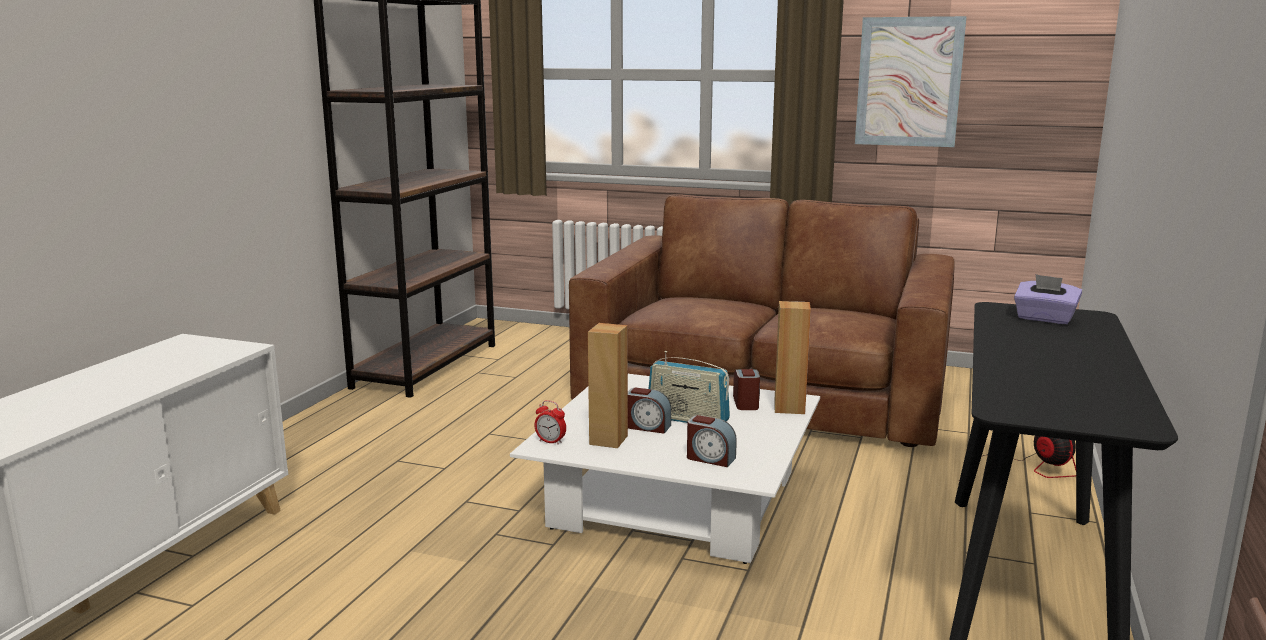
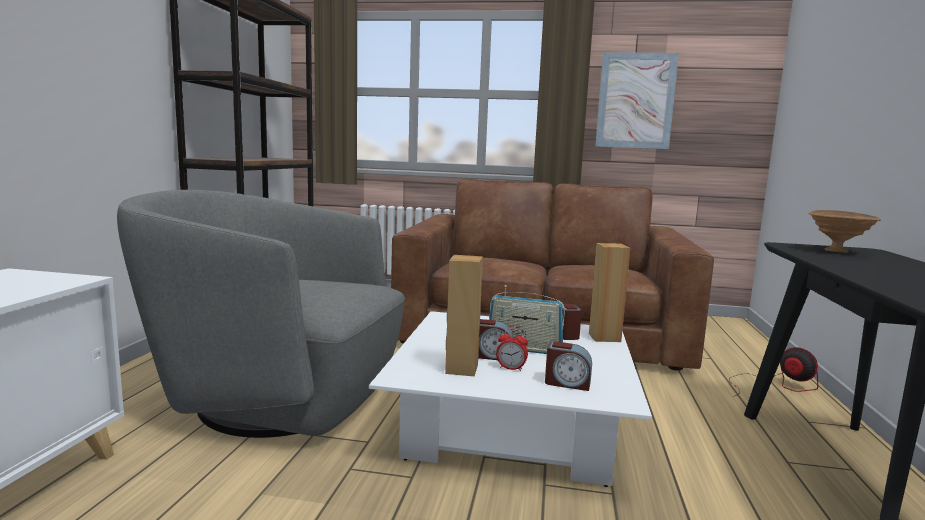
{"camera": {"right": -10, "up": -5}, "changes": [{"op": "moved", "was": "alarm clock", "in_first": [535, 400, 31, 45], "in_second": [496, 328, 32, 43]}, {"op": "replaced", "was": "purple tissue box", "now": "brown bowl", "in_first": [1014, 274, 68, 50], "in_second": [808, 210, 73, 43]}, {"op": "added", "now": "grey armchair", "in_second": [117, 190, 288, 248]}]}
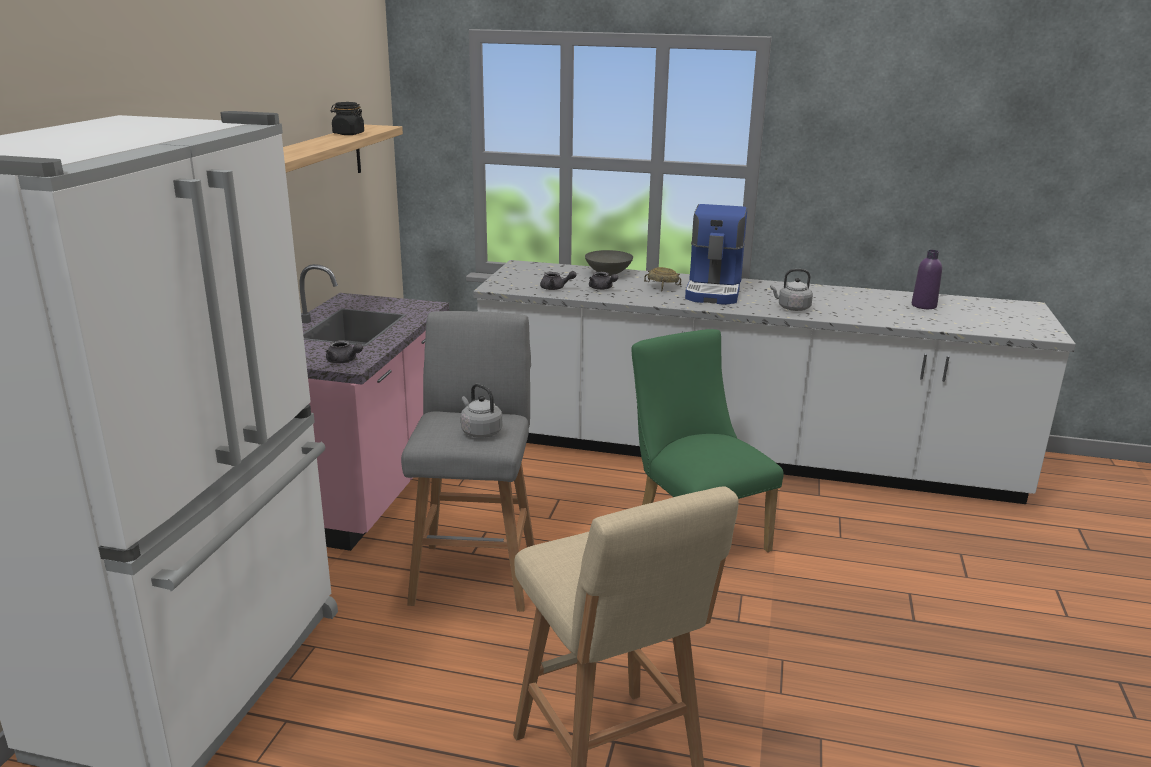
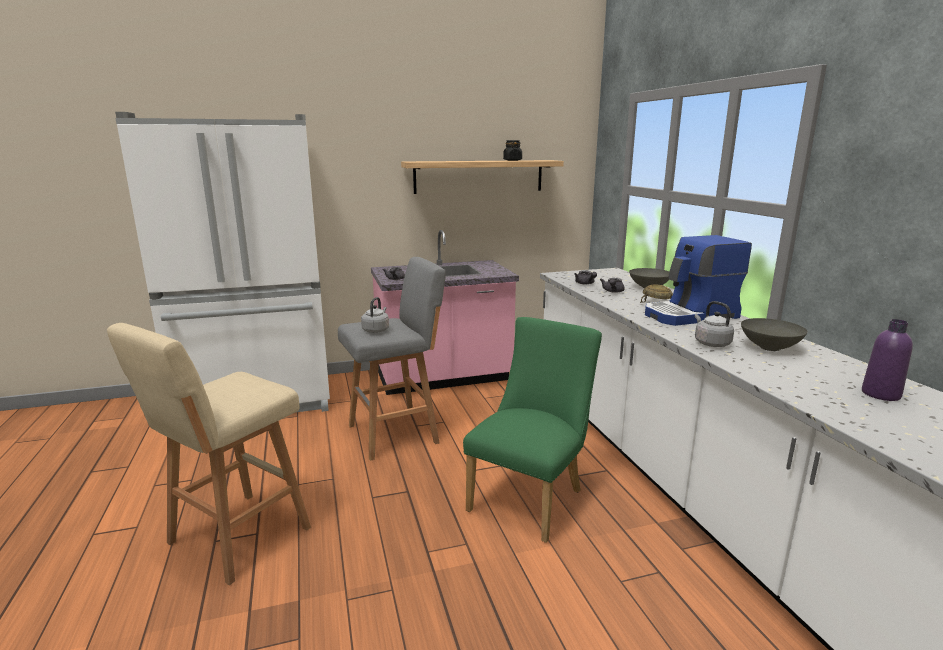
{"camera": {"right": 60, "up": -5}, "changes": [{"op": "added", "now": "grey bowl", "in_second": [741, 318, 67, 33]}]}
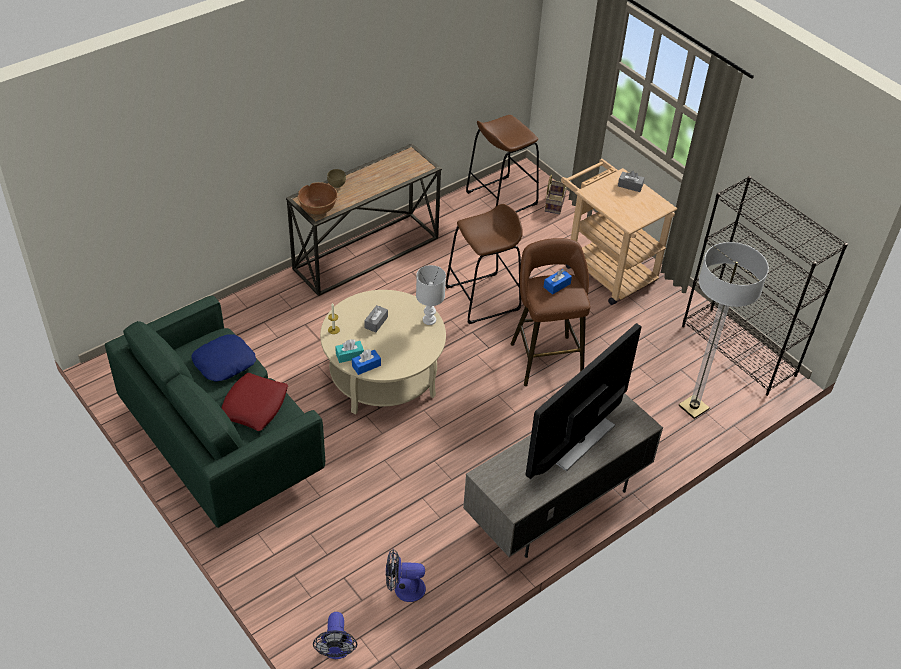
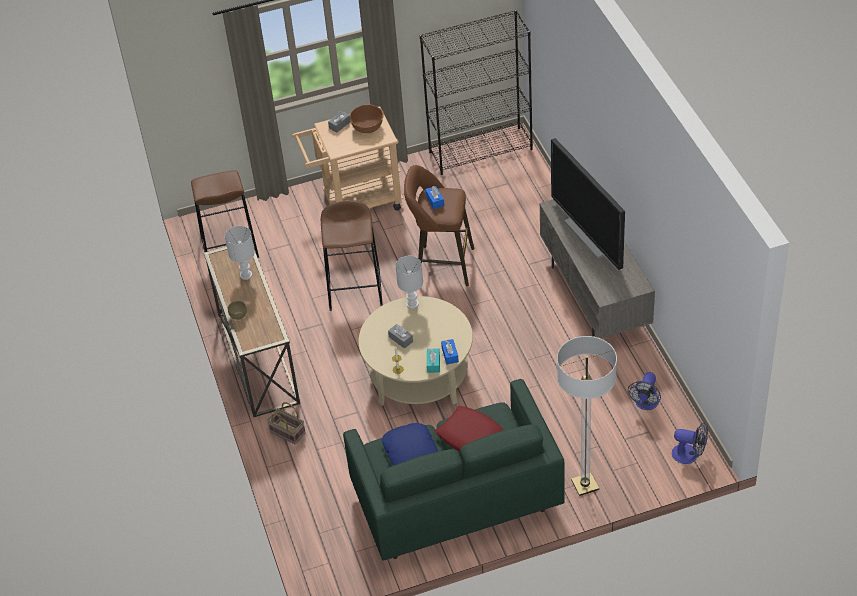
{"camera": {"right": -65, "up": 0}, "changes": [{"op": "moved", "was": "brown bowl", "in_first": [298, 182, 40, 33], "in_second": [350, 105, 34, 28]}, {"op": "moved", "was": "basket", "in_first": [545, 175, 22, 40], "in_second": [267, 402, 38, 43]}, {"op": "moved", "was": "floor lamp", "in_first": [678, 242, 91, 177], "in_second": [557, 336, 60, 160]}, {"op": "added", "now": "white table lamp", "in_second": [225, 226, 30, 54]}]}
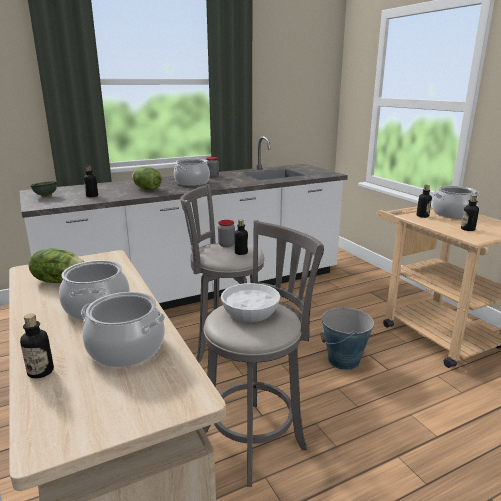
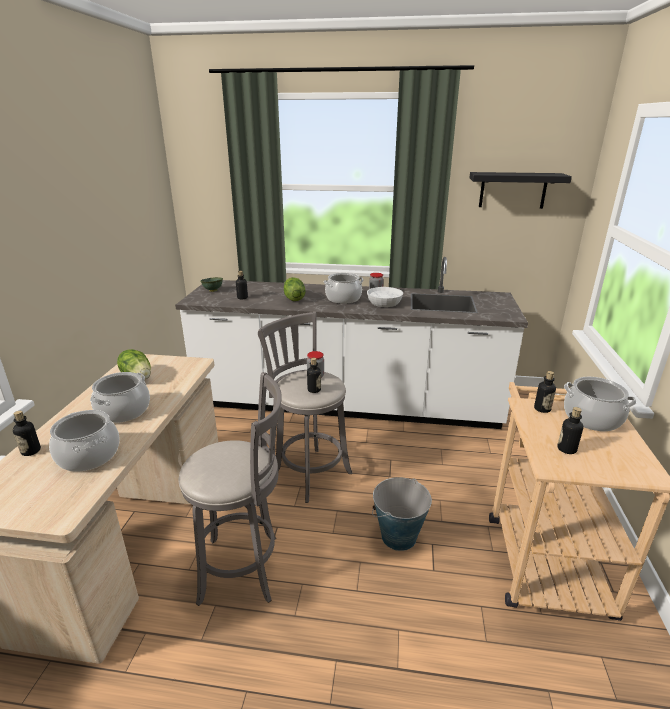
{"camera": {"right": 35, "up": 5}, "changes": [{"op": "moved", "was": "white bowl", "in_first": [221, 283, 59, 39], "in_second": [367, 287, 36, 20]}, {"op": "added", "now": "black shelf", "in_second": [469, 172, 103, 37]}]}
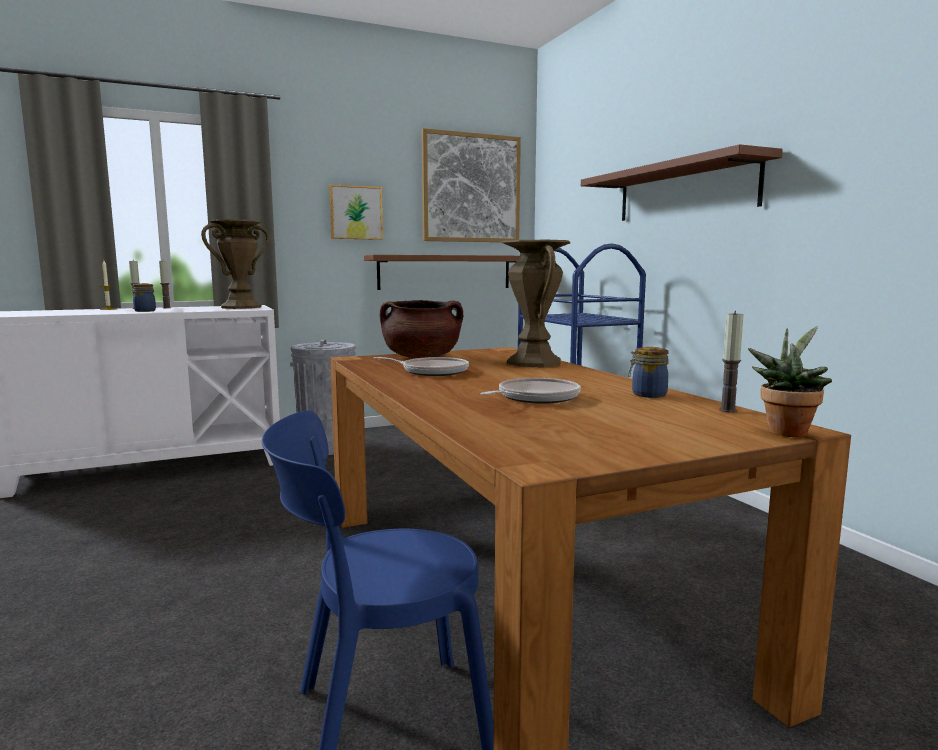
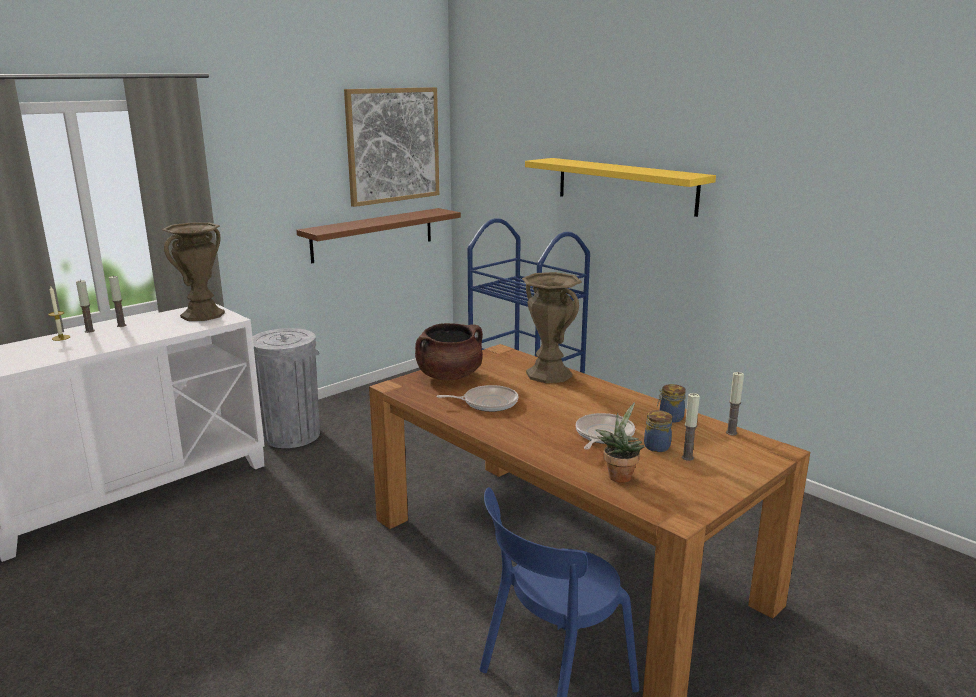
{"camera": {"right": -20, "up": 10}, "changes": [{"op": "moved", "was": "jar", "in_first": [132, 283, 24, 29], "in_second": [644, 410, 28, 42]}, {"op": "removed", "was": "picture", "in_first": [329, 184, 54, 56]}, {"op": "recoloured", "was": "brown shelf", "now": "yellow shelf", "in_first": [581, 144, 202, 77], "in_second": [525, 158, 191, 59]}, {"op": "moved", "was": "potted plant", "in_first": [748, 326, 84, 111], "in_second": [596, 402, 48, 81]}, {"op": "added", "now": "candle", "in_second": [682, 393, 18, 68]}]}
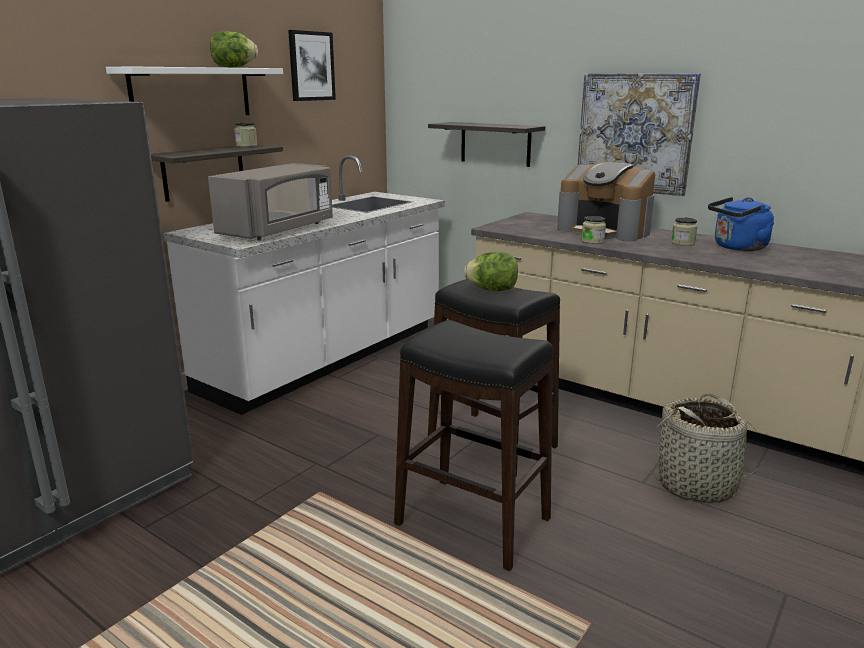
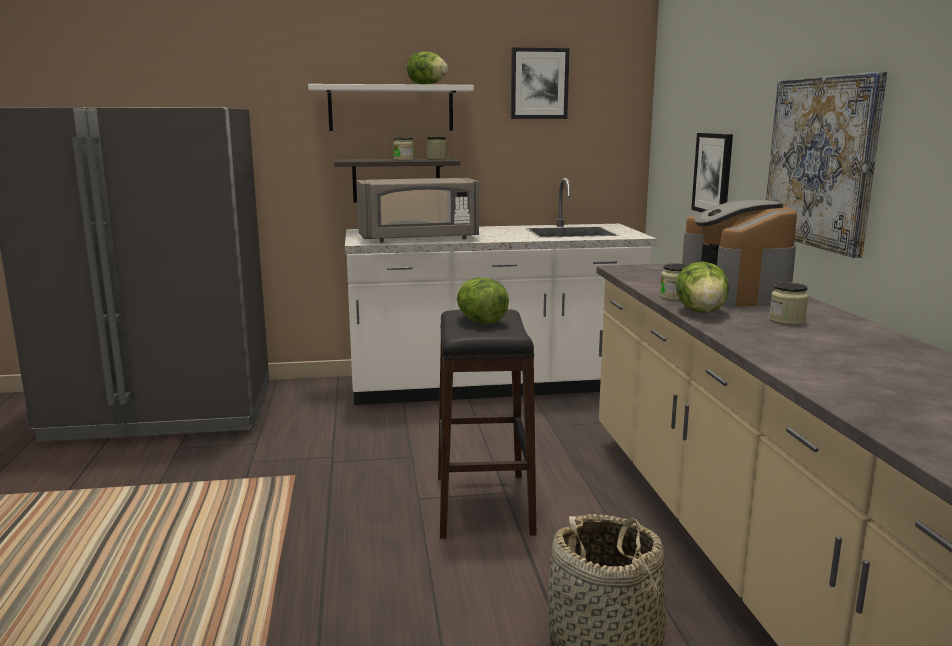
{"camera": {"right": 45, "up": -5}, "changes": [{"op": "removed", "was": "black stool", "in_first": [394, 320, 159, 251]}, {"op": "replaced", "was": "shelf", "now": "picture", "in_first": [428, 122, 117, 45], "in_second": [691, 133, 42, 80]}, {"op": "removed", "was": "blue kettle", "in_first": [708, 197, 66, 54]}, {"op": "added", "now": "jar", "in_second": [393, 137, 21, 24]}, {"op": "added", "now": "lettuce", "in_second": [676, 262, 53, 51]}]}
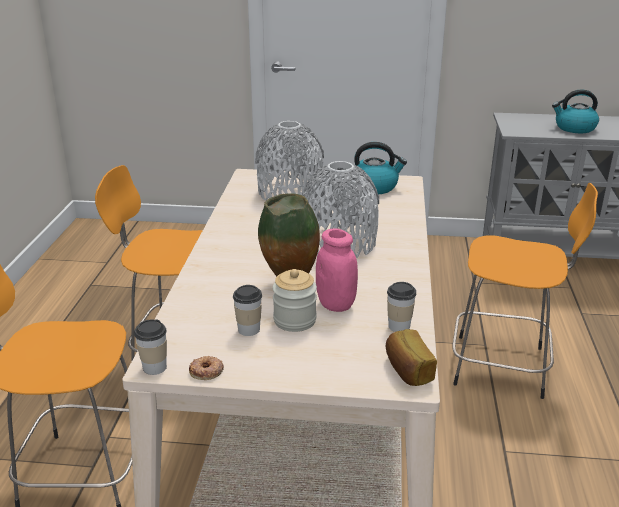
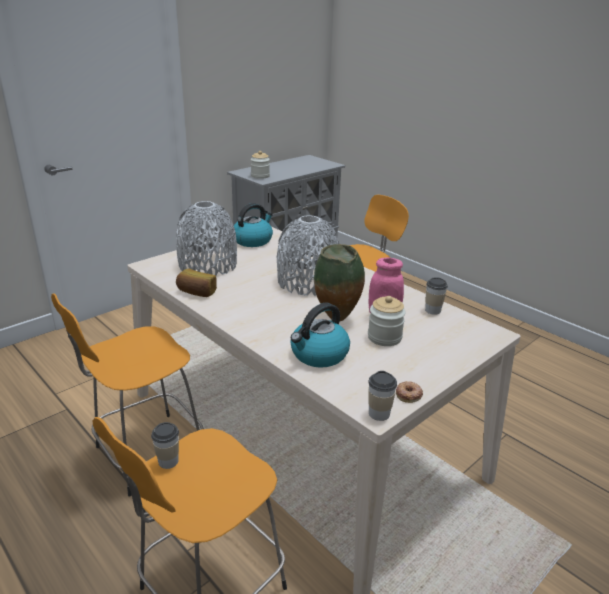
{"camera": {"right": -50, "up": 0}, "changes": [{"op": "moved", "was": "cup", "in_first": [233, 285, 29, 51], "in_second": [151, 422, 28, 47]}, {"op": "moved", "was": "bread", "in_first": [386, 329, 51, 57], "in_second": [176, 269, 41, 28]}, {"op": "moved", "was": "kettle", "in_first": [552, 90, 47, 43], "in_second": [290, 302, 60, 65]}, {"op": "added", "now": "jar", "in_second": [251, 151, 19, 28]}]}
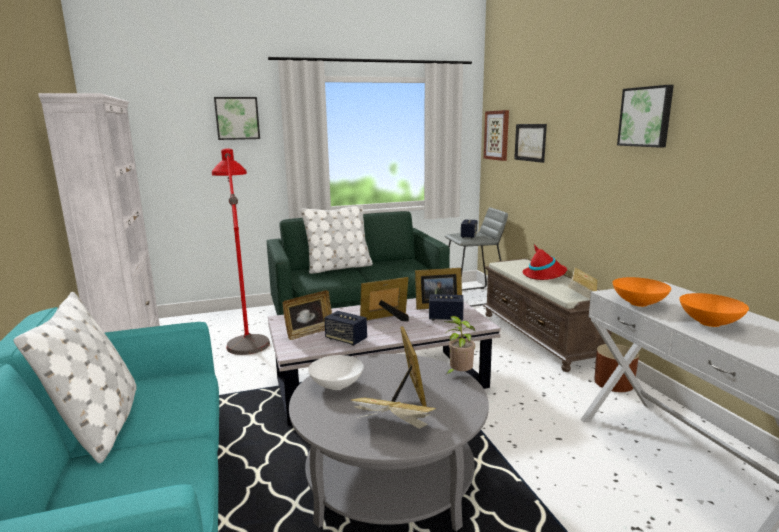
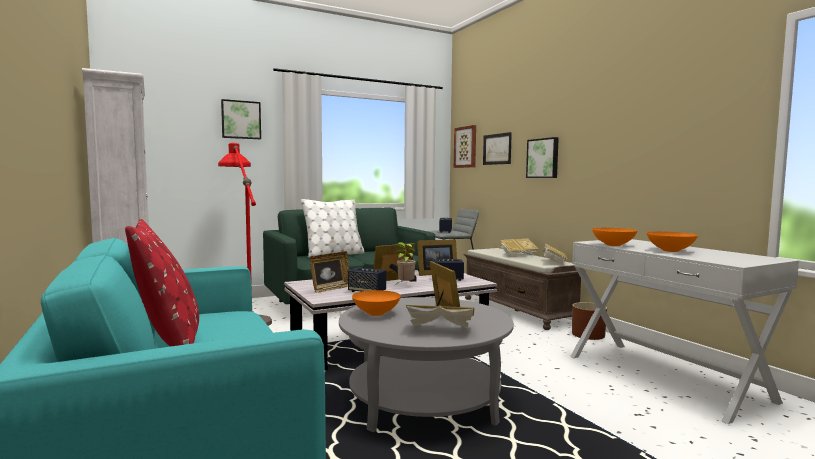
{"camera": {"right": -10, "up": -10}, "changes": [{"op": "recoloured", "was": "white pillow", "now": "red pillow", "in_first": [13, 292, 124, 171], "in_second": [125, 219, 74, 128]}, {"op": "recoloured", "was": "white bowl", "now": "orange bowl", "in_first": [308, 355, 56, 35], "in_second": [352, 290, 49, 26]}, {"op": "moved", "was": "potted plant", "in_first": [444, 316, 31, 60], "in_second": [393, 242, 23, 42]}, {"op": "replaced", "was": "red hat", "now": "book", "in_first": [522, 243, 45, 37], "in_second": [500, 239, 39, 18]}, {"op": "moved", "was": "picture", "in_first": [617, 85, 57, 63], "in_second": [526, 137, 33, 41]}]}
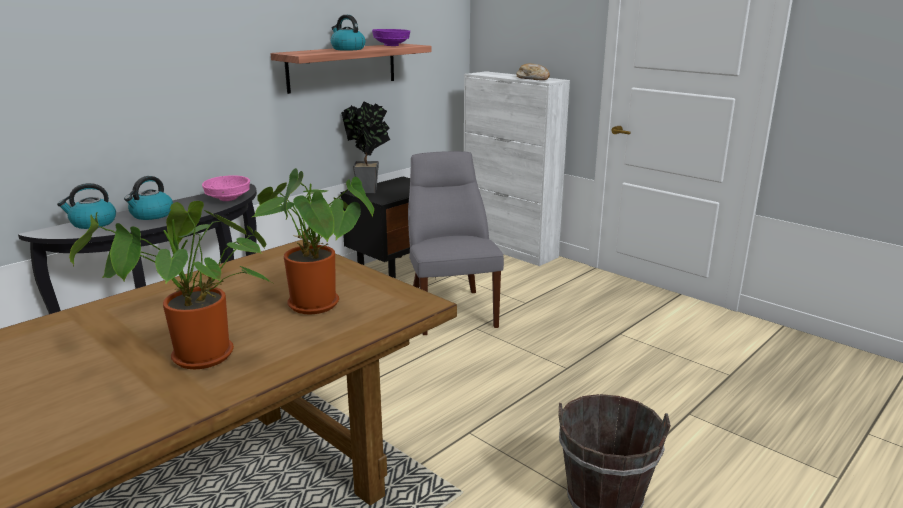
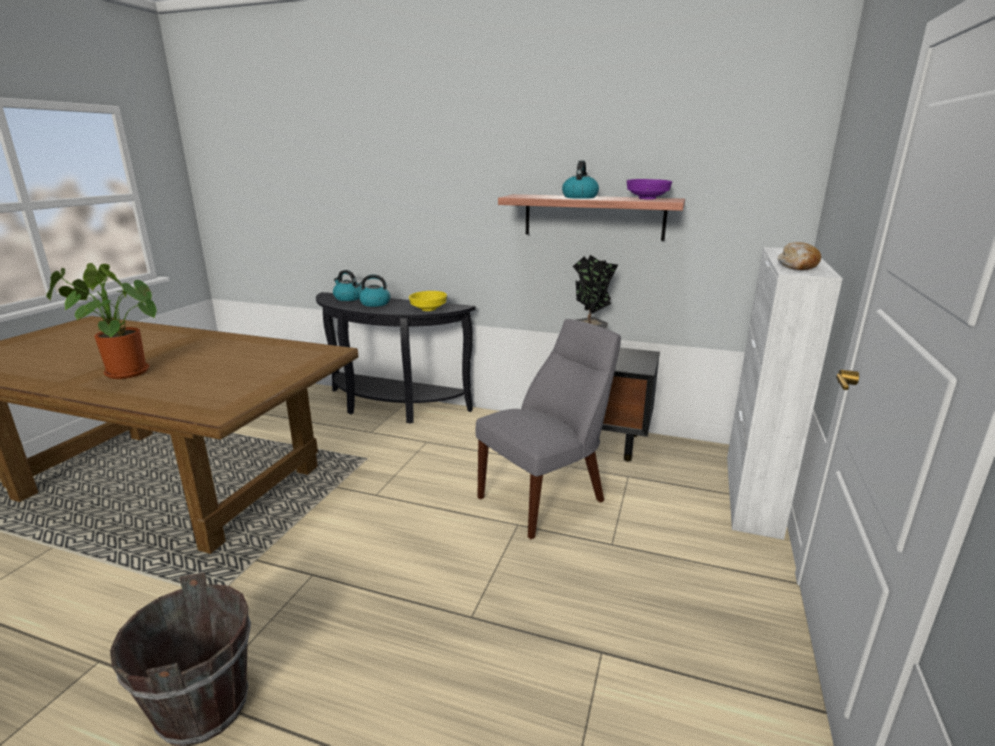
{"camera": {"right": 65, "up": 0}, "changes": [{"op": "recoloured", "was": "pink bowl", "now": "yellow bowl", "in_first": [202, 175, 48, 26], "in_second": [409, 291, 38, 20]}, {"op": "removed", "was": "potted plant", "in_first": [252, 168, 122, 146]}]}
